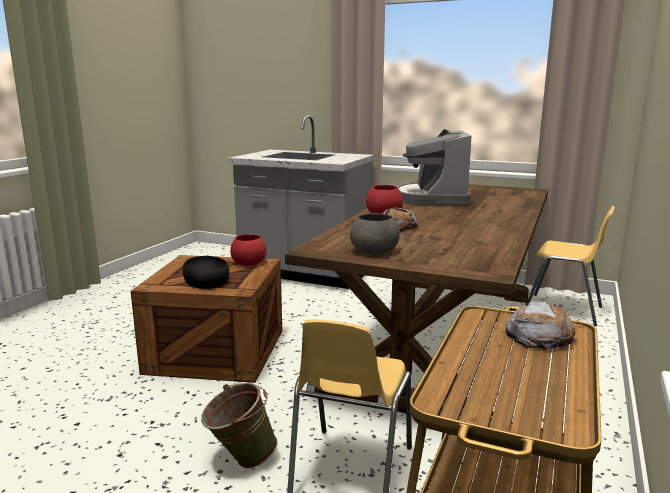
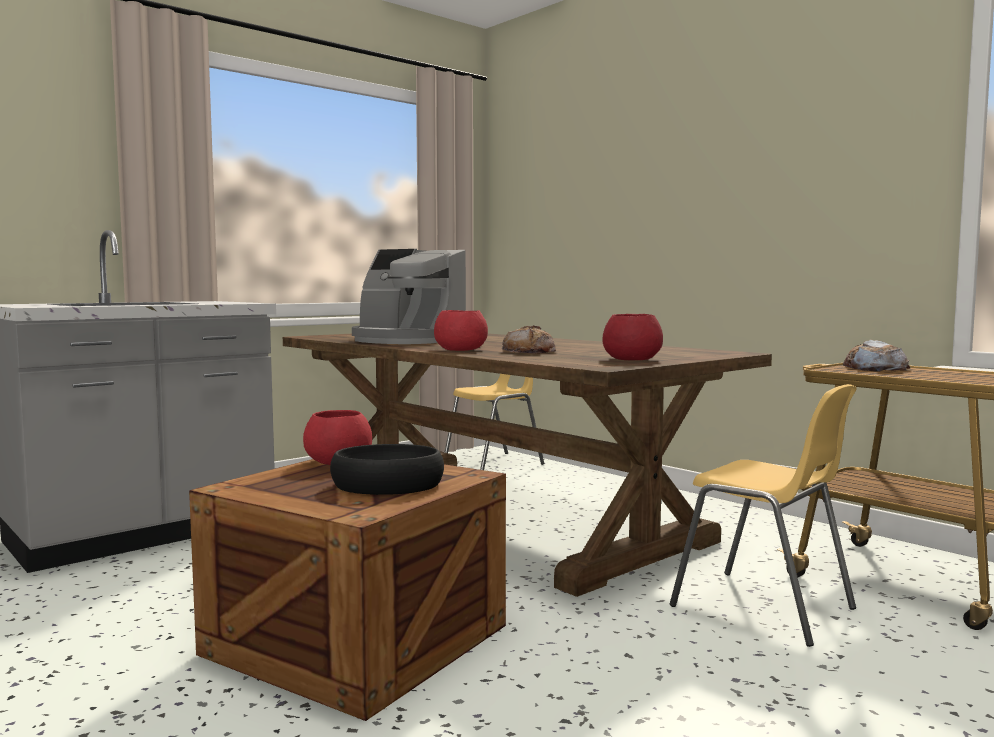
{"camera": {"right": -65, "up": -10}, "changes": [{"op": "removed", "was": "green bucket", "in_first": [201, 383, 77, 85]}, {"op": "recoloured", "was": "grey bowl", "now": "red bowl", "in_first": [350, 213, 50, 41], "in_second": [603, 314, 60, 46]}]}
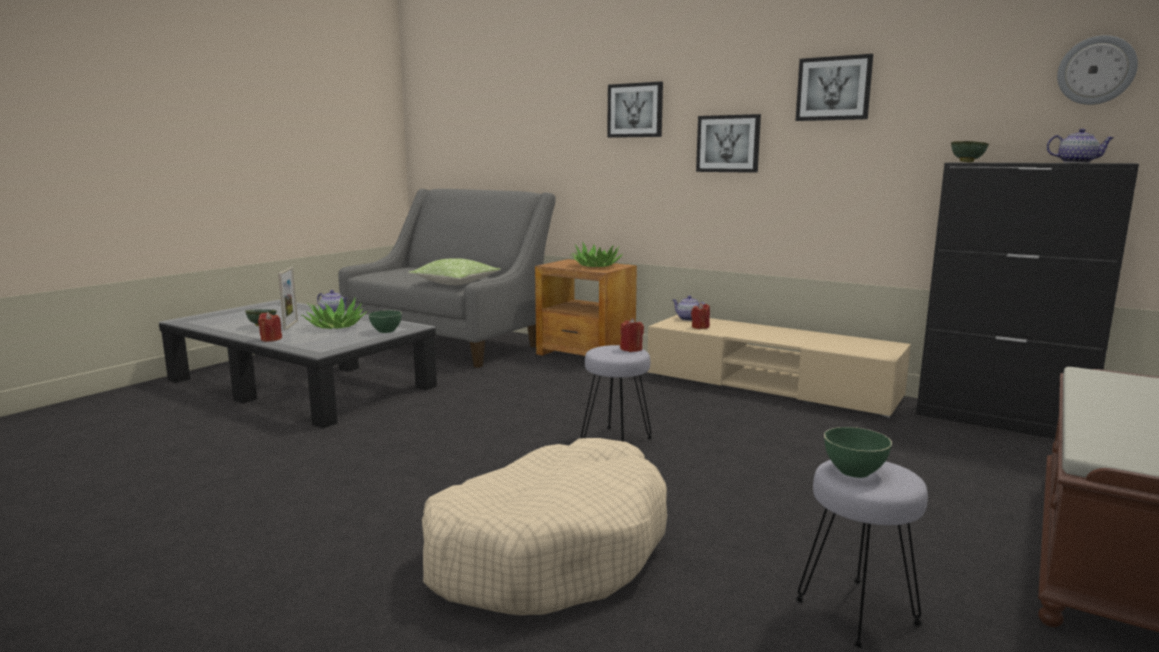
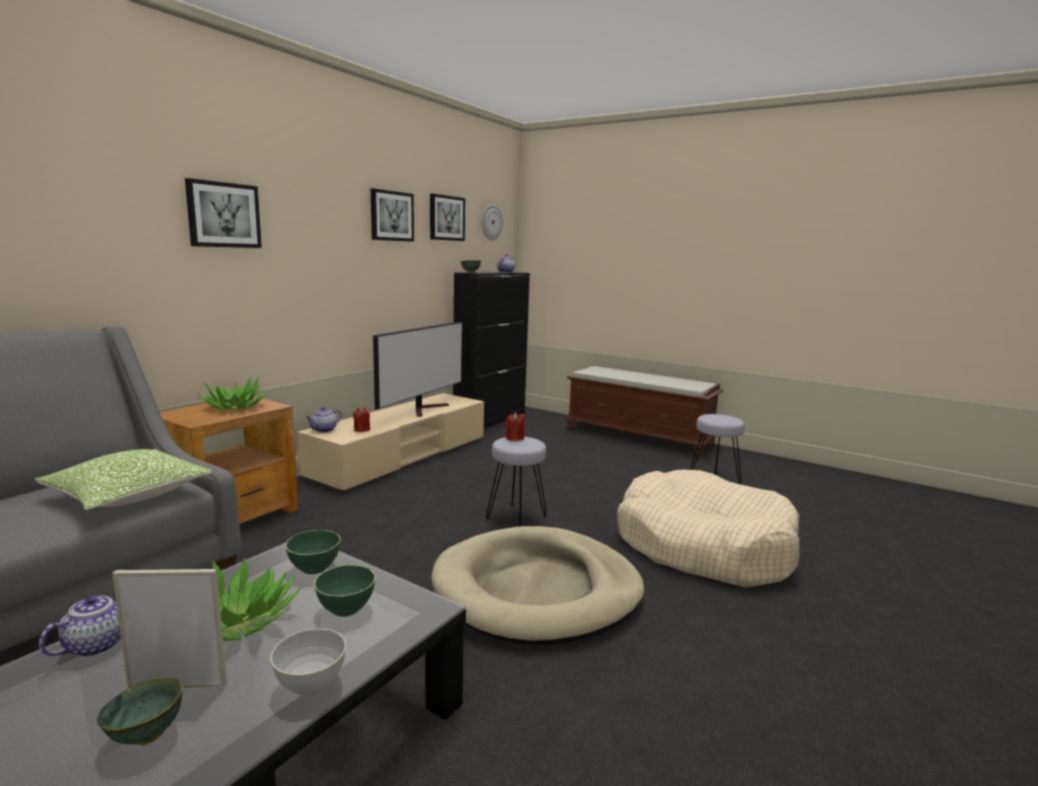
{"camera": {"right": -90, "up": 0}, "changes": [{"op": "replaced", "was": "red candle", "now": "grey bowl", "in_first": [258, 312, 24, 30], "in_second": [271, 628, 75, 68]}, {"op": "moved", "was": "picture", "in_first": [696, 114, 65, 59], "in_second": [430, 194, 35, 47]}, {"op": "moved", "was": "green bowl", "in_first": [824, 427, 68, 51], "in_second": [314, 565, 61, 52]}, {"op": "added", "now": "television", "in_second": [373, 321, 90, 96]}, {"op": "added", "now": "beige dog bed", "in_second": [431, 526, 213, 119]}]}
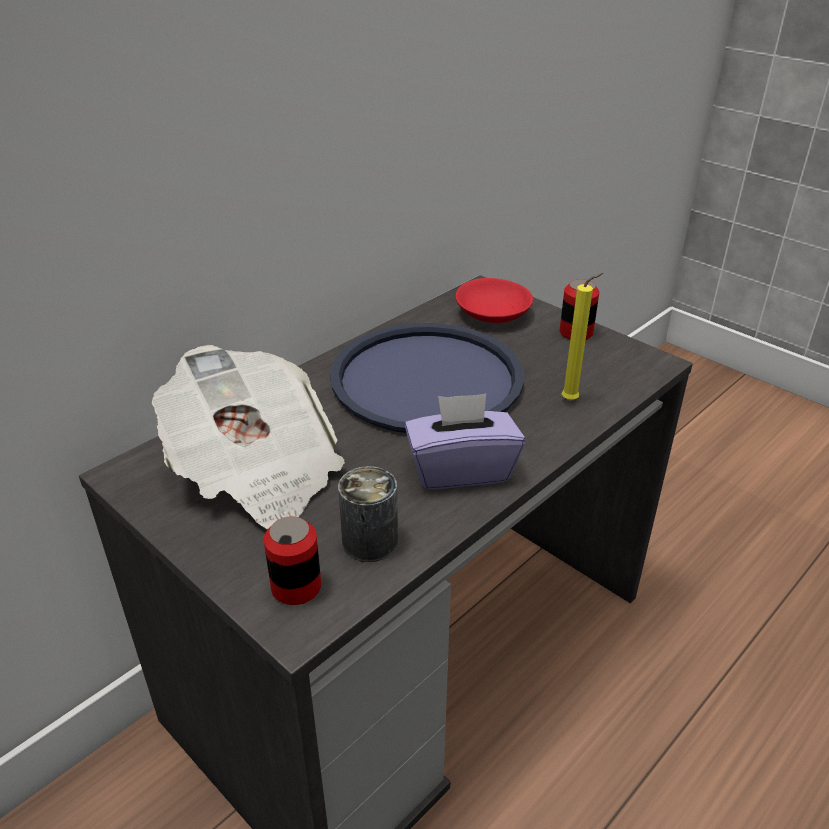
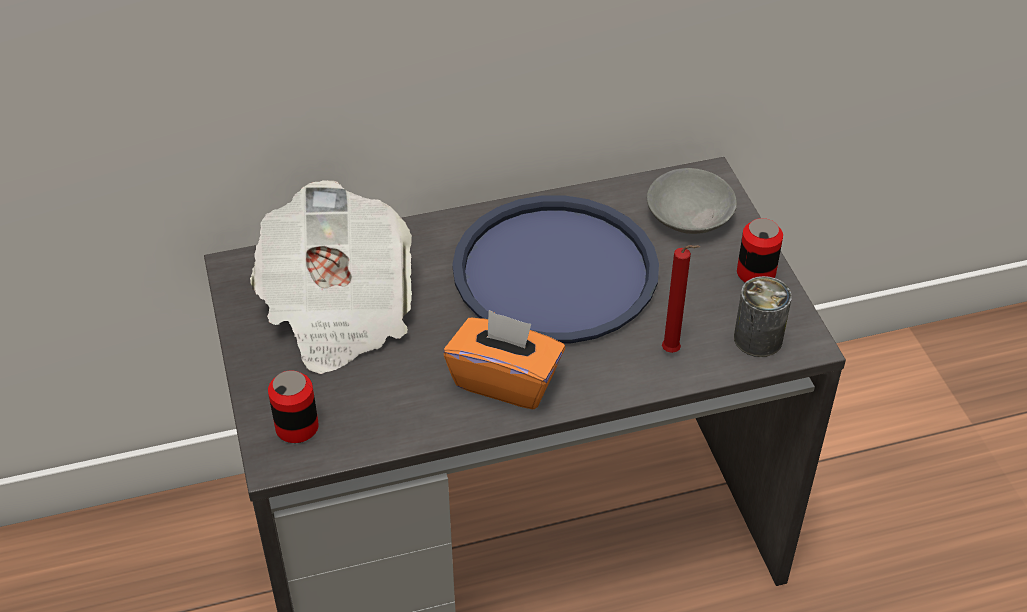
{"camera": {"right": 30, "up": 10}, "changes": [{"op": "moved", "was": "can", "in_first": [338, 466, 60, 96], "in_second": [734, 276, 58, 81]}, {"op": "recoloured", "was": "purple tissue box", "now": "orange tissue box", "in_first": [405, 394, 120, 96], "in_second": [444, 310, 121, 99]}, {"op": "recoloured", "was": "red bowl", "now": "grey bowl", "in_first": [455, 278, 78, 45], "in_second": [647, 168, 90, 66]}, {"op": "recoloured", "was": "yellow candle", "now": "red candle", "in_first": [562, 273, 41, 128], "in_second": [662, 245, 38, 108]}]}
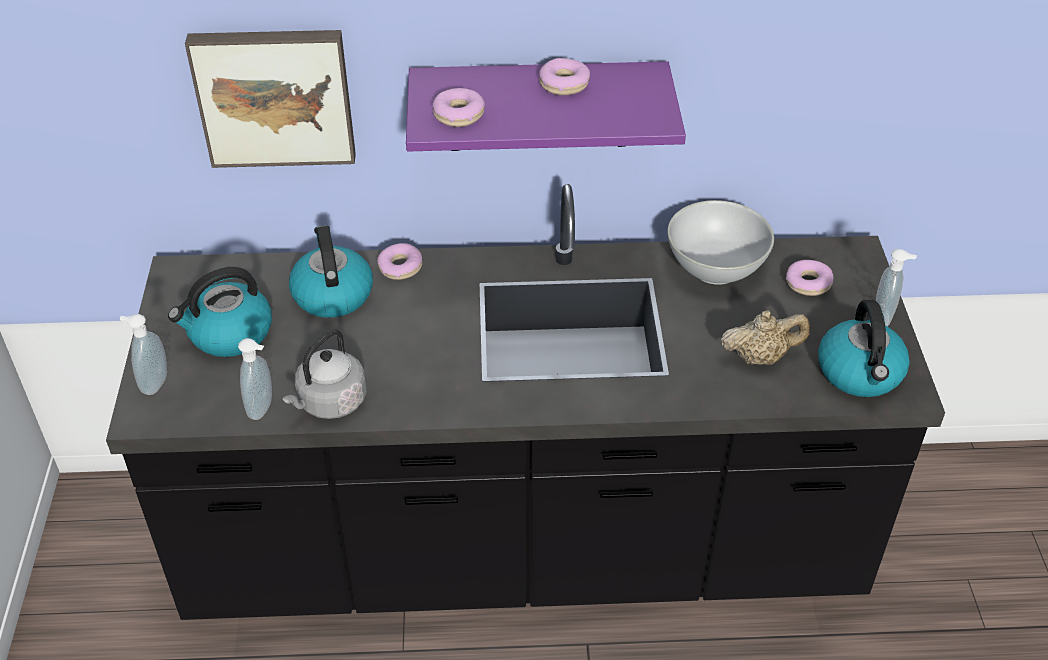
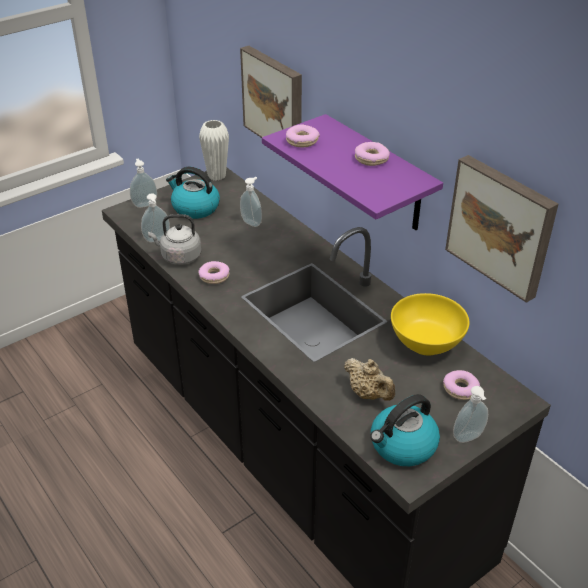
{"camera": {"right": 55, "up": -5}, "changes": [{"op": "replaced", "was": "kettle", "now": "soap dispenser", "in_first": [289, 225, 84, 93], "in_second": [240, 177, 22, 50]}, {"op": "moved", "was": "donut", "in_first": [377, 243, 45, 37], "in_second": [198, 261, 31, 23]}, {"op": "recoloured", "was": "white bowl", "now": "yellow bowl", "in_first": [667, 200, 107, 85], "in_second": [391, 293, 78, 63]}, {"op": "added", "now": "white vase", "in_second": [199, 120, 30, 61]}, {"op": "added", "now": "picture", "in_second": [445, 155, 113, 148]}]}
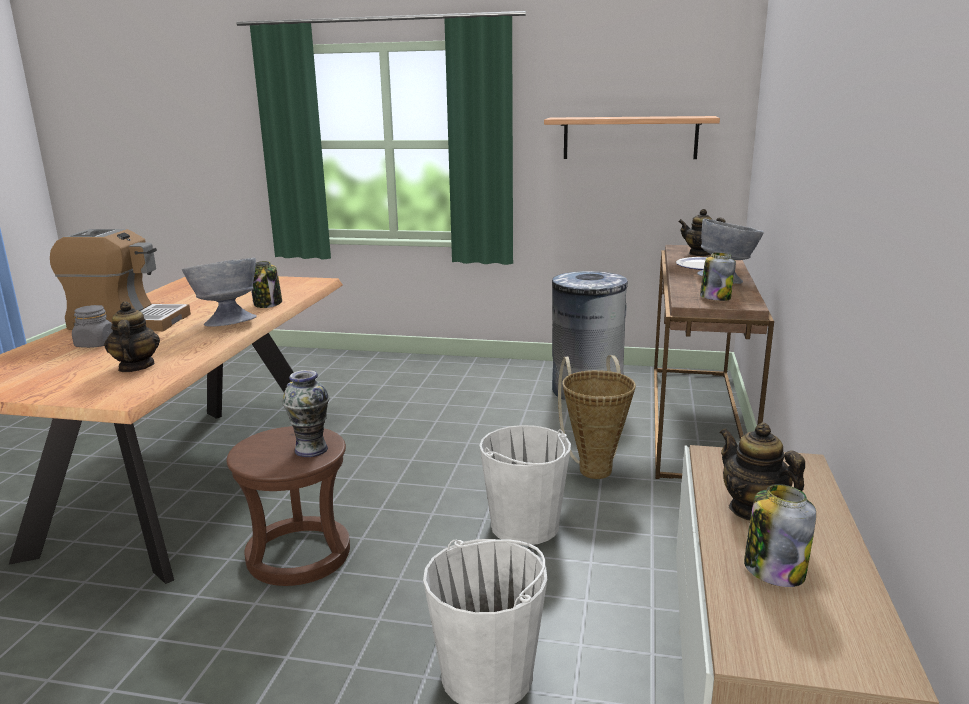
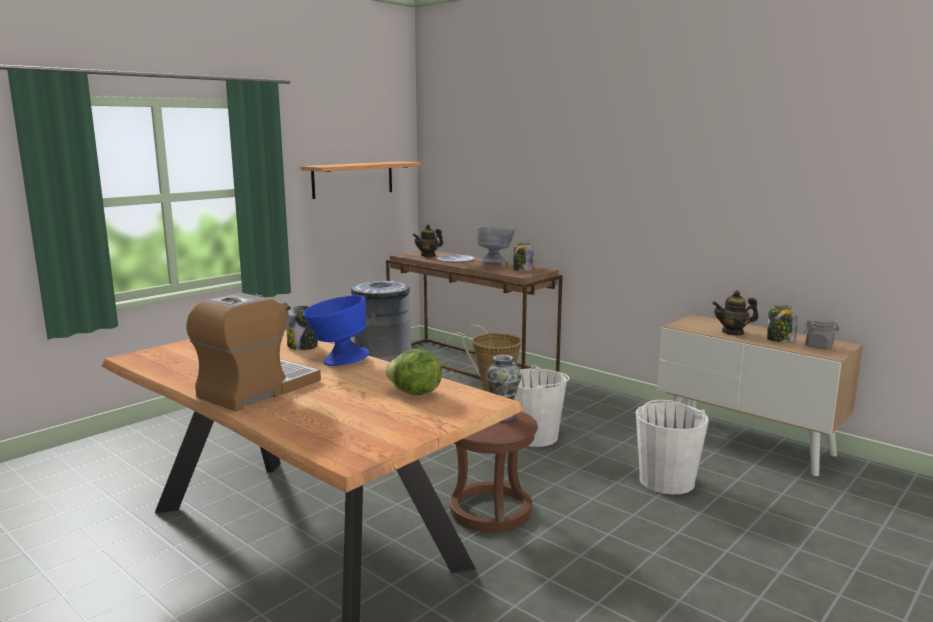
{"camera": {"right": -60, "up": -5}, "changes": [{"op": "moved", "was": "grey jar", "in_first": [72, 305, 41, 43], "in_second": [804, 318, 35, 31]}, {"op": "replaced", "was": "teapot", "now": "lettuce", "in_first": [104, 301, 56, 71], "in_second": [386, 349, 56, 46]}, {"op": "recoloured", "was": "grey bowl", "now": "blue bowl", "in_first": [182, 258, 75, 69], "in_second": [303, 295, 66, 71]}]}
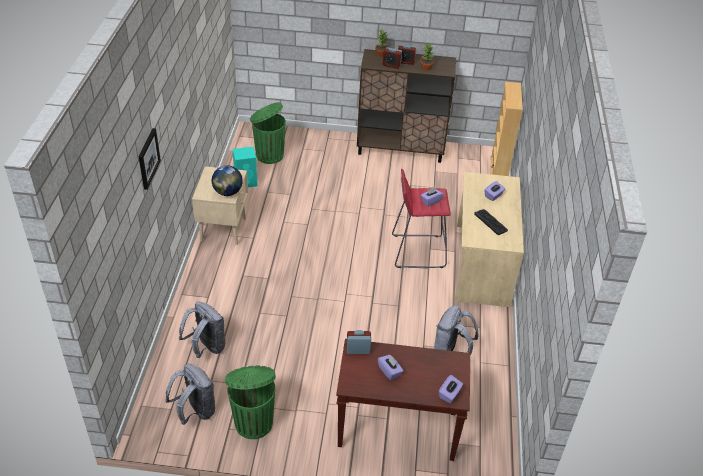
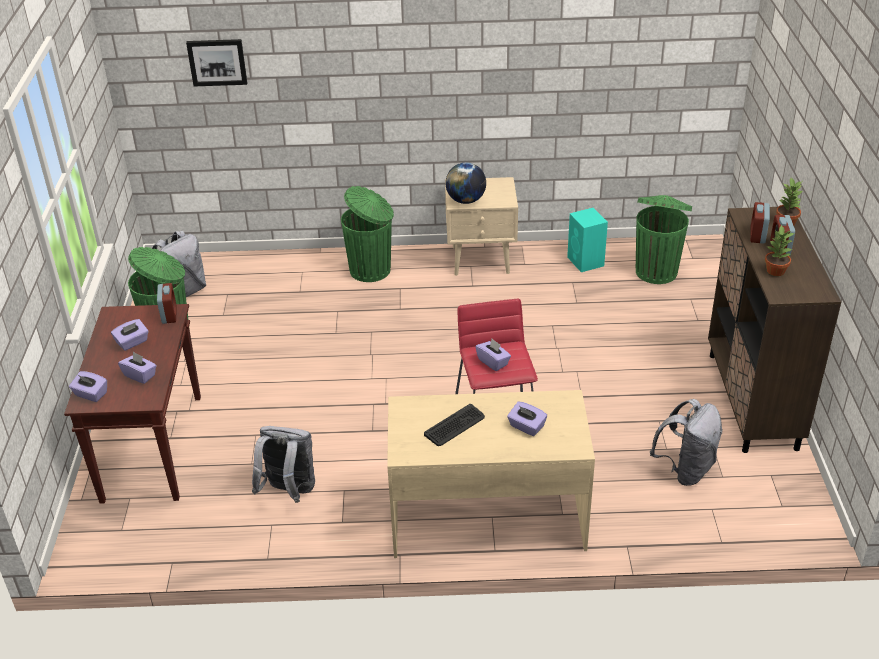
{"camera": {"right": 85, "up": -5}, "changes": [{"op": "moved", "was": "picture", "in_first": [138, 128, 23, 62], "in_second": [186, 39, 61, 47]}, {"op": "moved", "was": "grey backpack", "in_first": [179, 302, 46, 56], "in_second": [650, 399, 72, 87]}, {"op": "removed", "was": "beige bookcase", "in_first": [491, 82, 32, 94]}, {"op": "added", "now": "purple tissue box", "in_second": [118, 352, 39, 32]}, {"op": "added", "now": "green trash can", "in_second": [341, 186, 53, 96]}]}
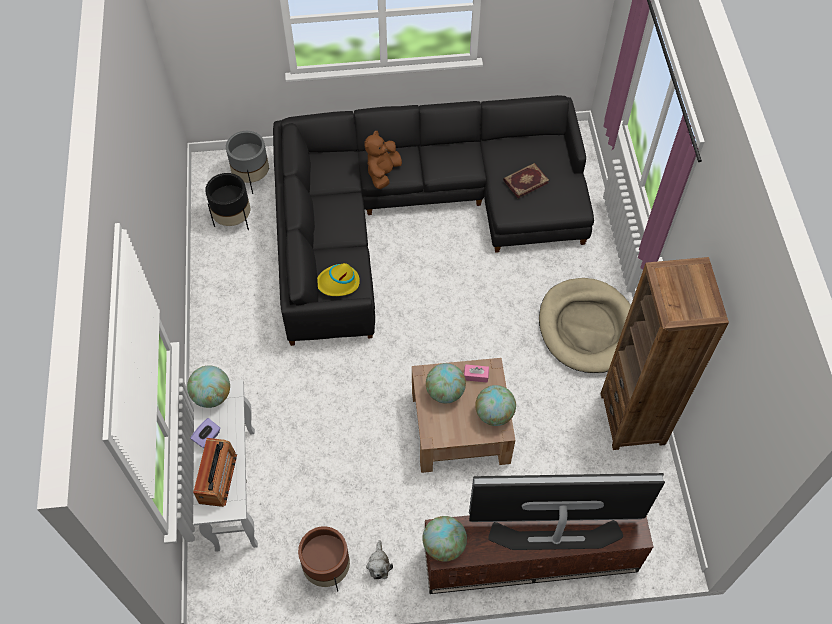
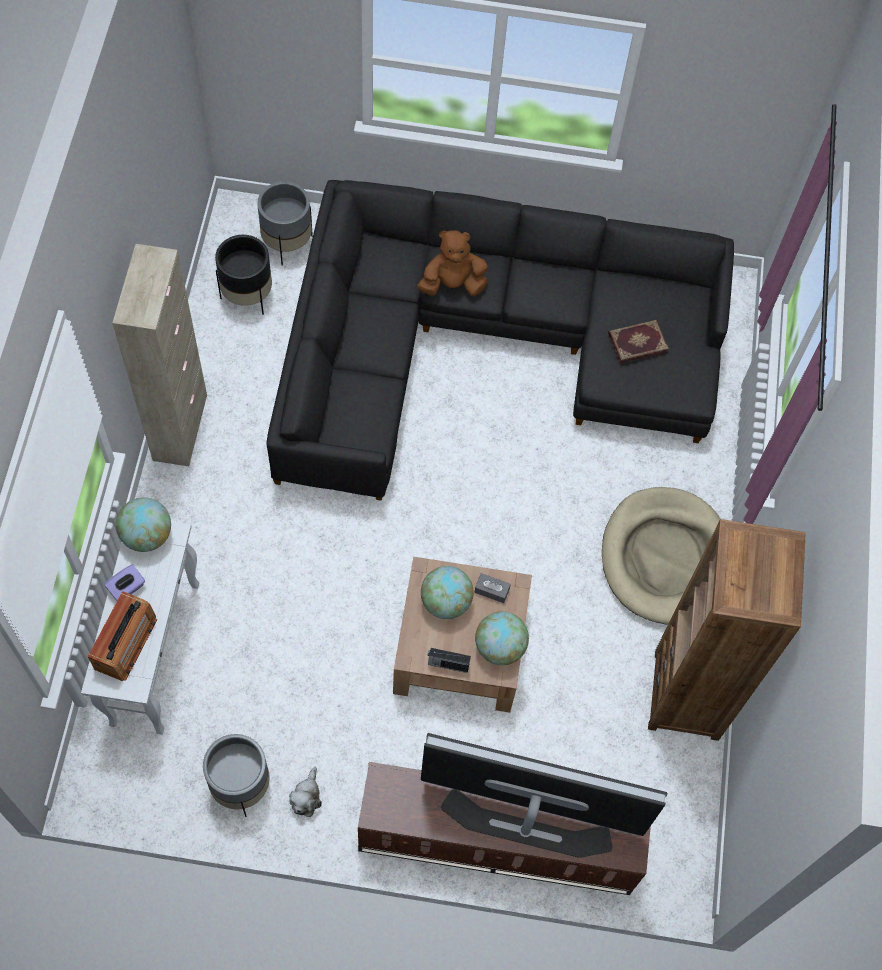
{"camera": {"right": 10, "up": 5}, "changes": [{"op": "recoloured", "was": "brown planter", "now": "grey planter", "in_first": [298, 526, 52, 66], "in_second": [203, 734, 67, 83]}, {"op": "removed", "was": "yellow hat", "in_first": [317, 263, 43, 33]}, {"op": "turned", "was": "brown plush toy", "in_first": [364, 130, 38, 59], "in_second": [417, 230, 71, 66], "clockwise": 45}, {"op": "removed", "was": "globe", "in_first": [422, 516, 45, 46]}, {"op": "recoloured", "was": "pink tissue box", "now": "grey tissue box", "in_first": [464, 364, 25, 18], "in_second": [475, 573, 36, 30]}, {"op": "added", "now": "beige cabinet", "in_second": [112, 244, 95, 222]}, {"op": "added", "now": "radio", "in_second": [427, 648, 44, 25]}]}
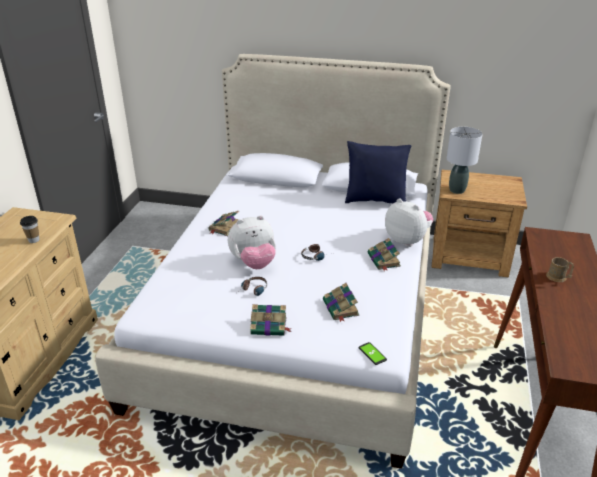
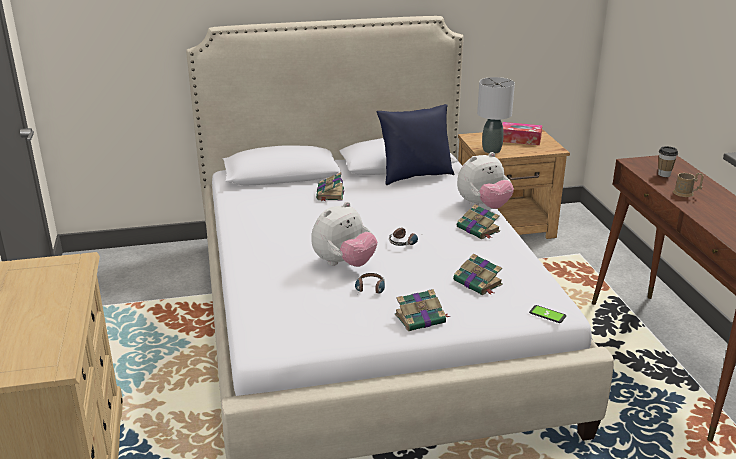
{"camera": {"right": -25, "up": -5}, "changes": [{"op": "moved", "was": "cup", "in_first": [20, 216, 20, 27], "in_second": [658, 146, 20, 31]}, {"op": "moved", "was": "book", "in_first": [208, 211, 31, 25], "in_second": [316, 172, 28, 29]}, {"op": "turned", "was": "plush toy", "in_first": [385, 198, 48, 49], "in_second": [457, 152, 57, 57], "clockwise": 135}, {"op": "added", "now": "tissue box", "in_second": [502, 122, 40, 23]}]}
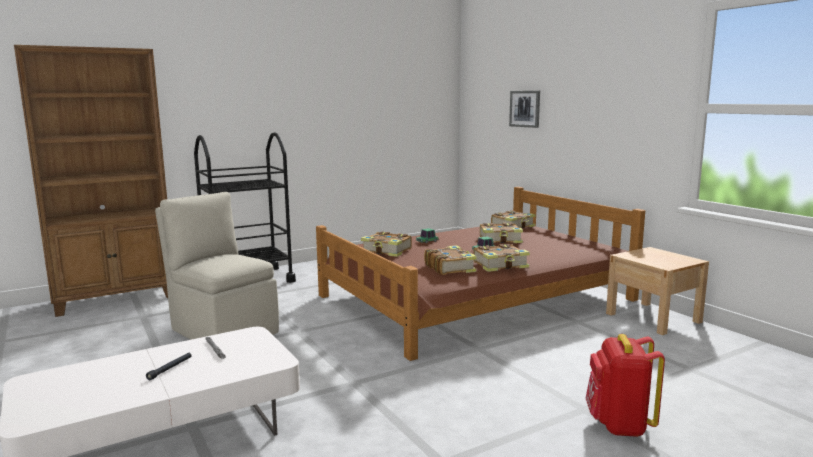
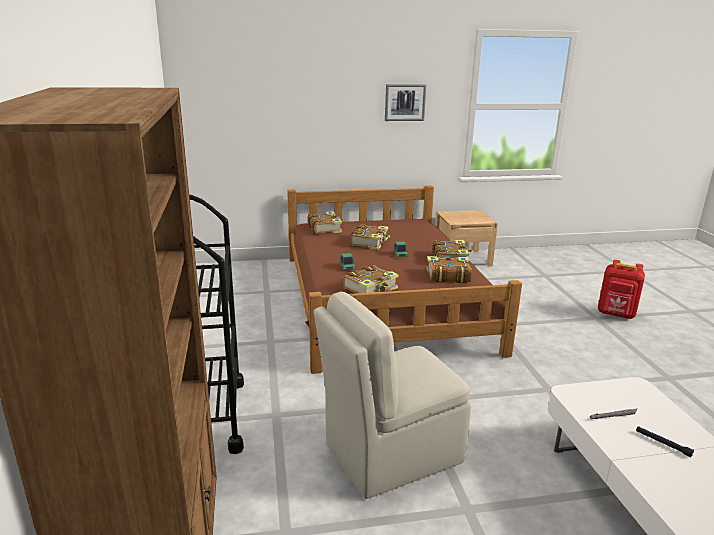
{"camera": {"right": -70, "up": 10}, "changes": [{"op": "moved", "was": "picture", "in_first": [509, 91, 31, 37], "in_second": [385, 84, 41, 37]}]}
